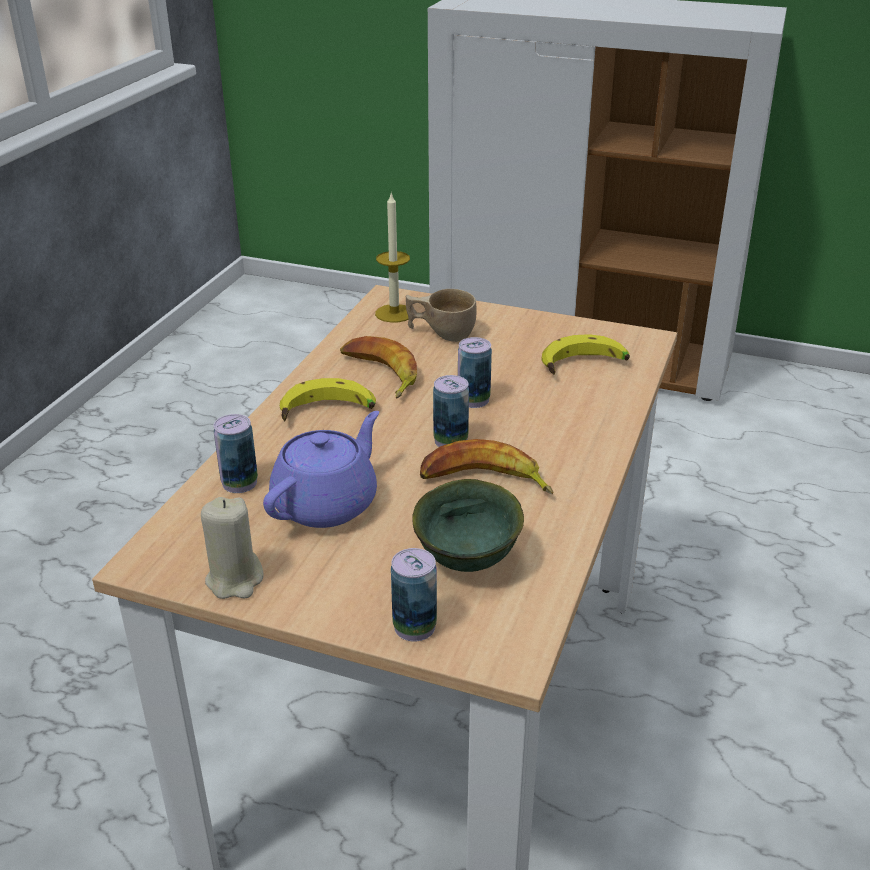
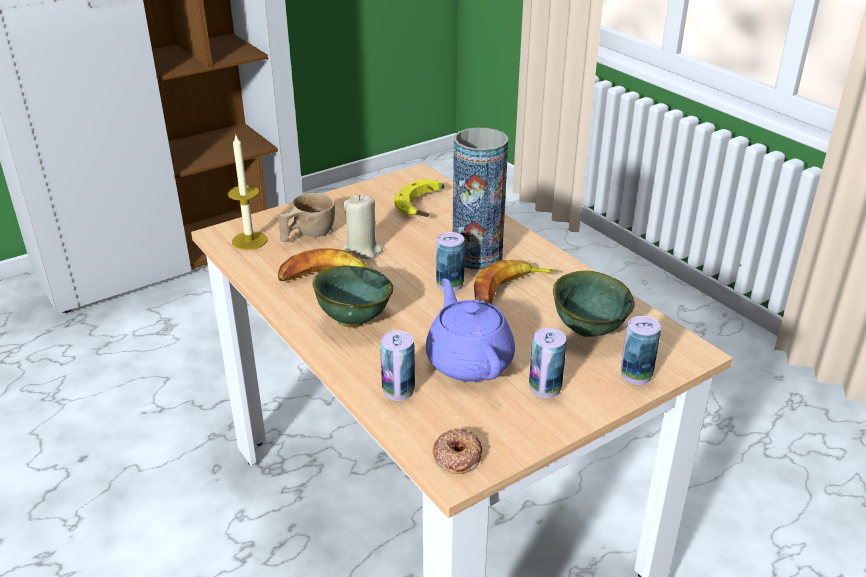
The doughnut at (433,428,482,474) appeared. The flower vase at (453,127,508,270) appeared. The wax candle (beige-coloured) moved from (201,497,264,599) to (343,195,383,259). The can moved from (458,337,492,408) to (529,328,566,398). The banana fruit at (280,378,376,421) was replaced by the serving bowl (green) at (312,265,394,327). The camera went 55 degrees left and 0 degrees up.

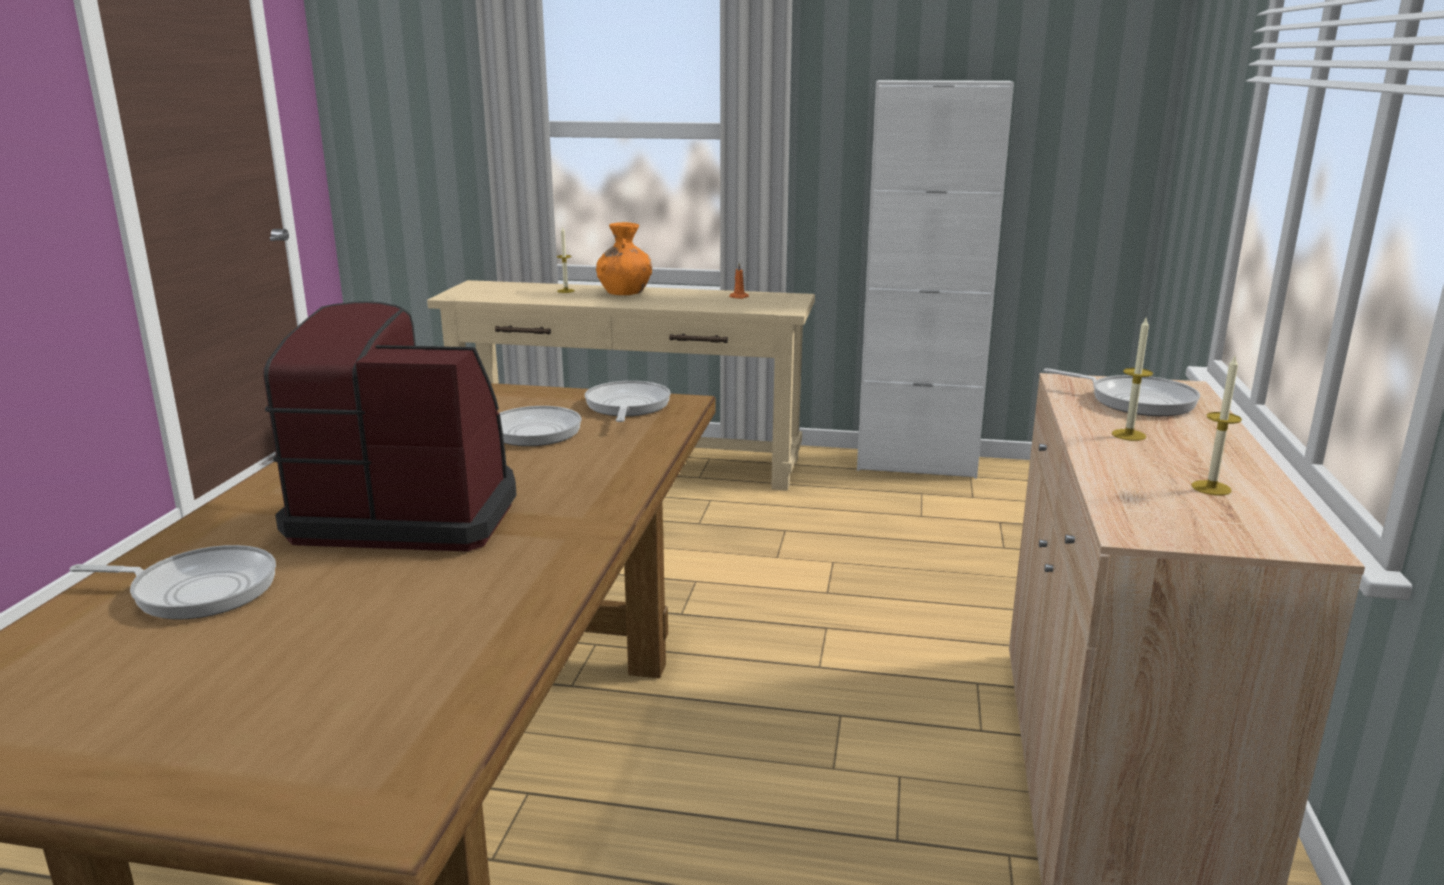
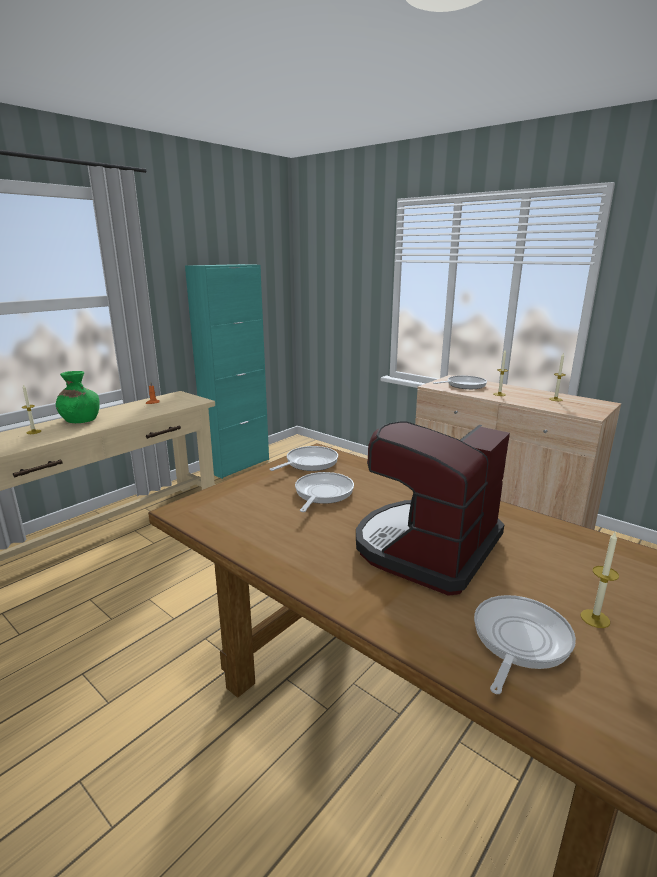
The wax candle at (581,532,619,628) appeared. The flower vase (orangey) at (596,222,652,295) became the flower vase (green) at (56,371,100,423). The cupboard (whitish) at (857,80,1014,479) became the cupboard (blue-green) at (185,264,269,479). The frying pan at (585,381,671,422) turned 105 degrees clockwise. The camera went 60 degrees left and 0 degrees up.

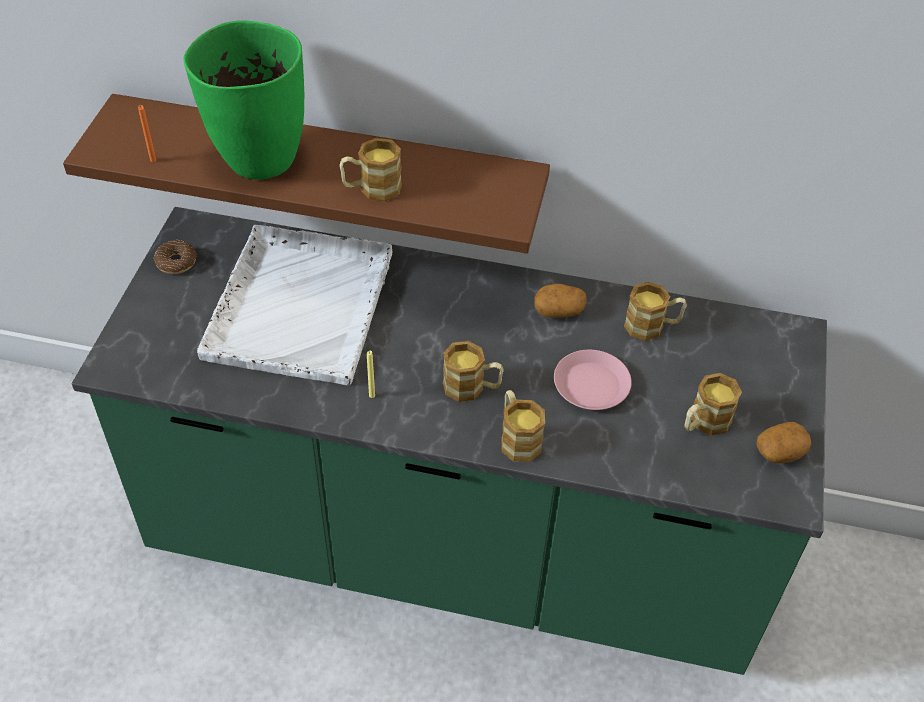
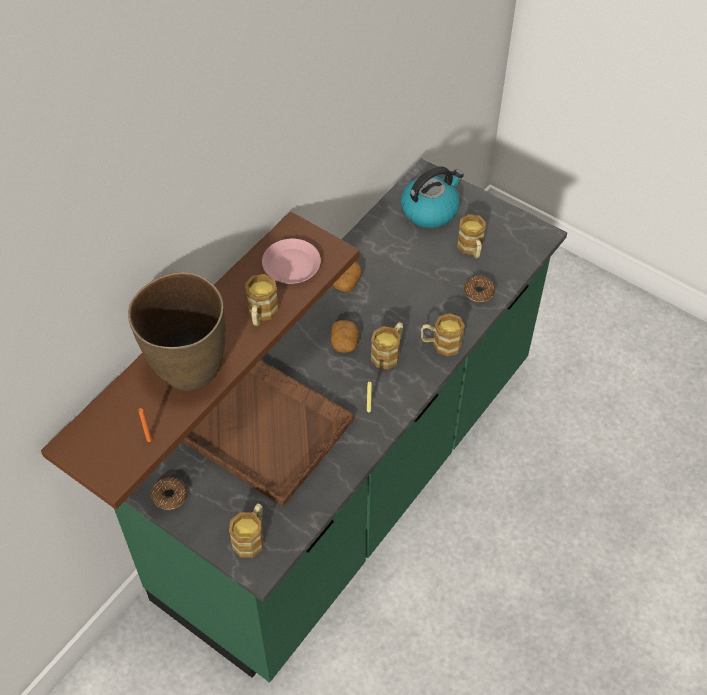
The tea kettle at (401,166,464,228) appeared. The doughnut at (464,275,495,302) appeared. The dinner plate (pink-coloured) moved from (554,350,632,410) to (262,239,321,284). The coffee mug moved from (624,282,687,341) to (229,503,264,558). The spud moved from (756,422,812,463) to (331,320,359,353). The flower vase (green) at (184,20,304,180) became the flower vase (brown-coloured) at (128,272,226,391). The carrying tray (whitish) at (197,225,392,386) became the carrying tray (brown-coloured) at (182,360,354,506). The camera went 65 degrees left and 5 degrees up.

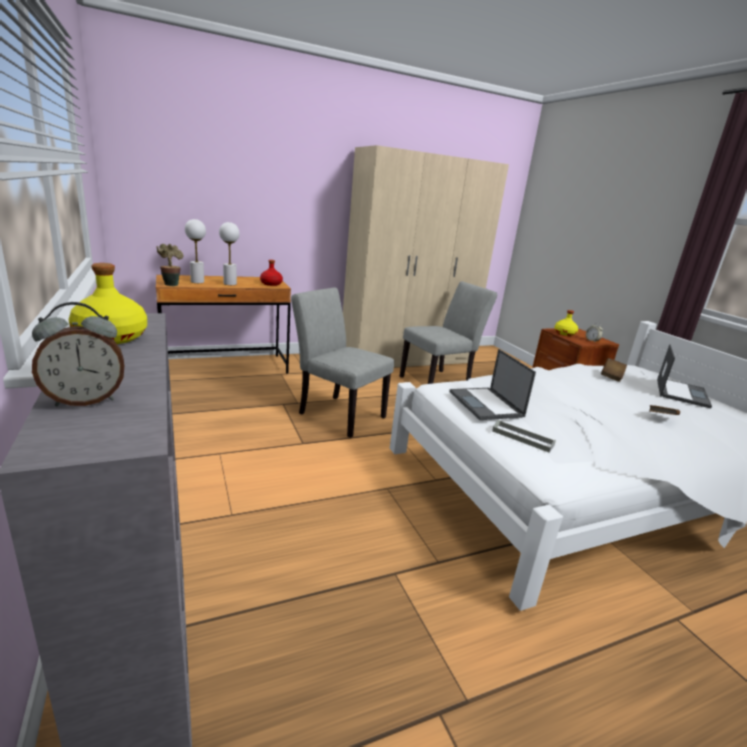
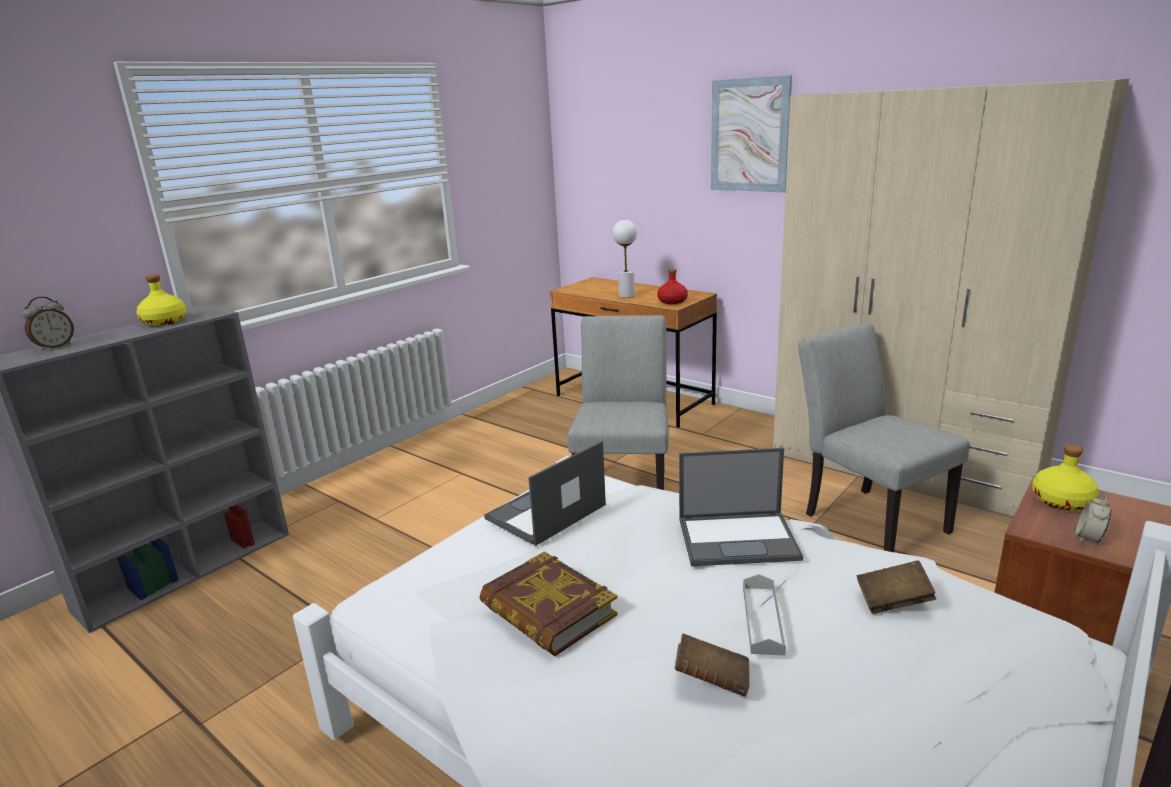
The potted plant at (156,244,184,286) disappeared. The table lamp (whitish) at (185,219,206,283) disappeared. The volume at (480,551,617,656) appeared. The wall picture at (711,75,792,192) appeared. The carrying tray (gray) moved from (492,419,556,452) to (743,574,786,655). The portable computer moved from (657,344,712,408) to (679,448,803,566). The alarm clock at (32,302,124,406) turned 90 degrees counterclockwise. The plain chair (gray) at (400,281,497,384) turned 150 degrees counterclockwise. The camera went 65 degrees right and 0 degrees up.

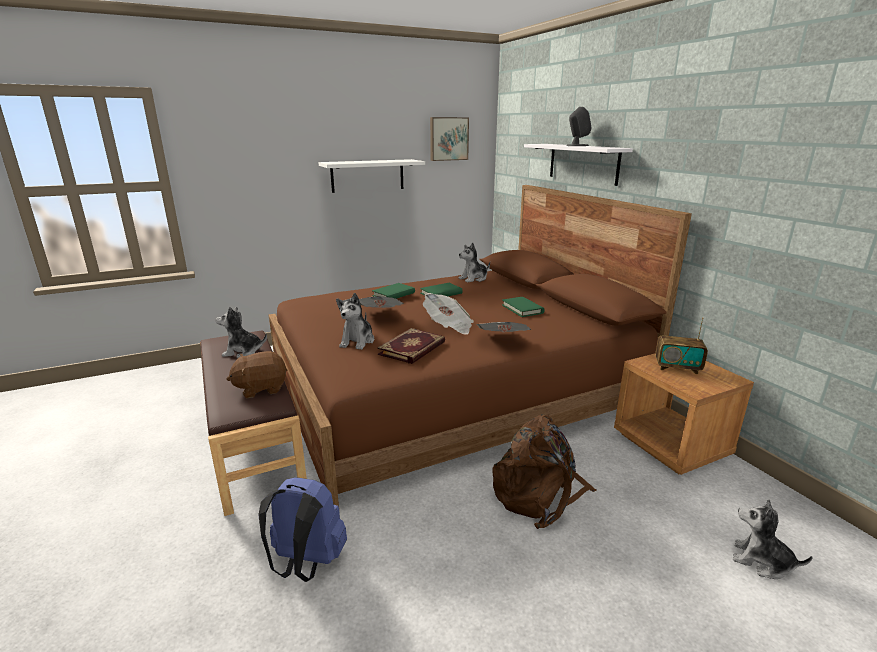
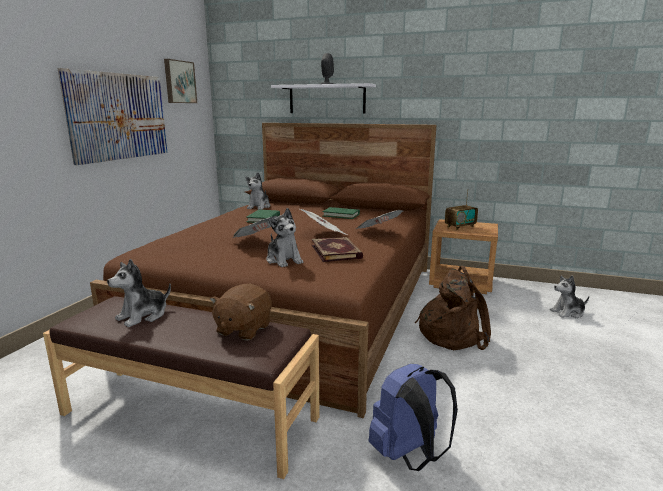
The volume (green) at (372,283,415,299) disappeared. The shelf (whitish) at (318,159,425,193) was replaced by the wall picture at (58,68,167,165). The camera went 45 degrees left and 5 degrees down.

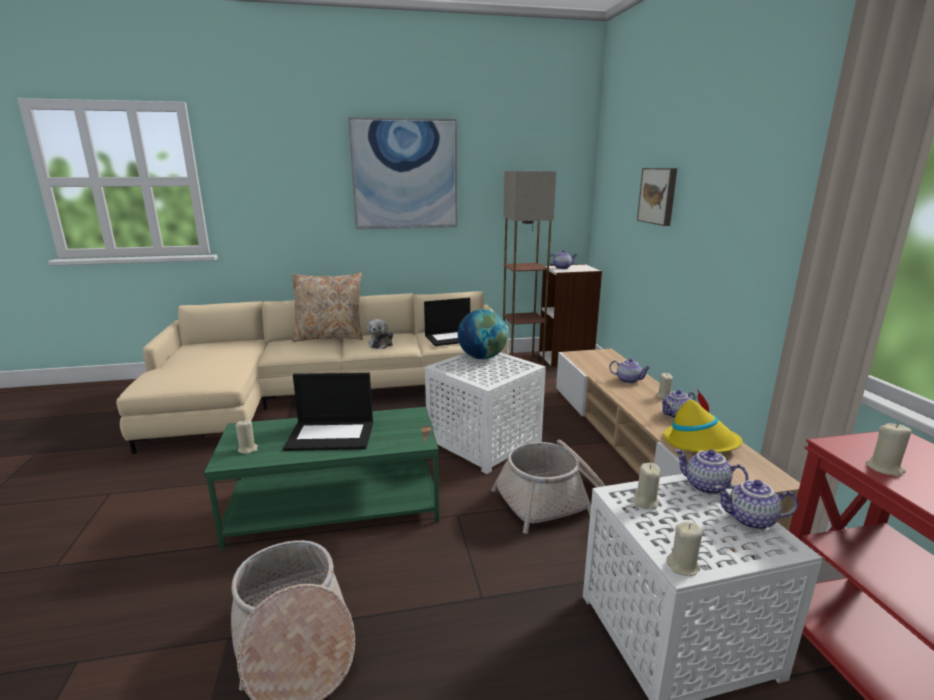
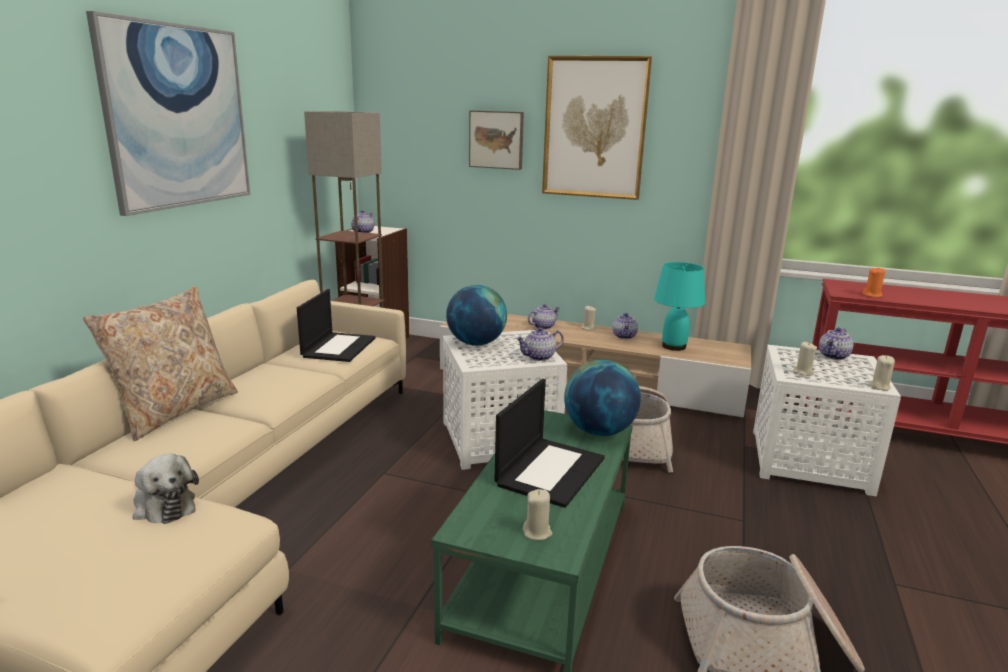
The wall picture at (542,56,652,200) appeared. The desk globe at (564,360,641,436) appeared. The plush toy moved from (367,319,393,349) to (133,454,199,524). The tea pot moved from (674,449,749,495) to (516,327,564,361). The hat (yellowish) at (663,389,743,453) was replaced by the table lamp (blue-green) at (654,262,705,351). The wax candle (beige-coloured) at (866,423,912,477) became the wax candle (orangey) at (862,267,885,297). The camera went 60 degrees left and 0 degrees up.

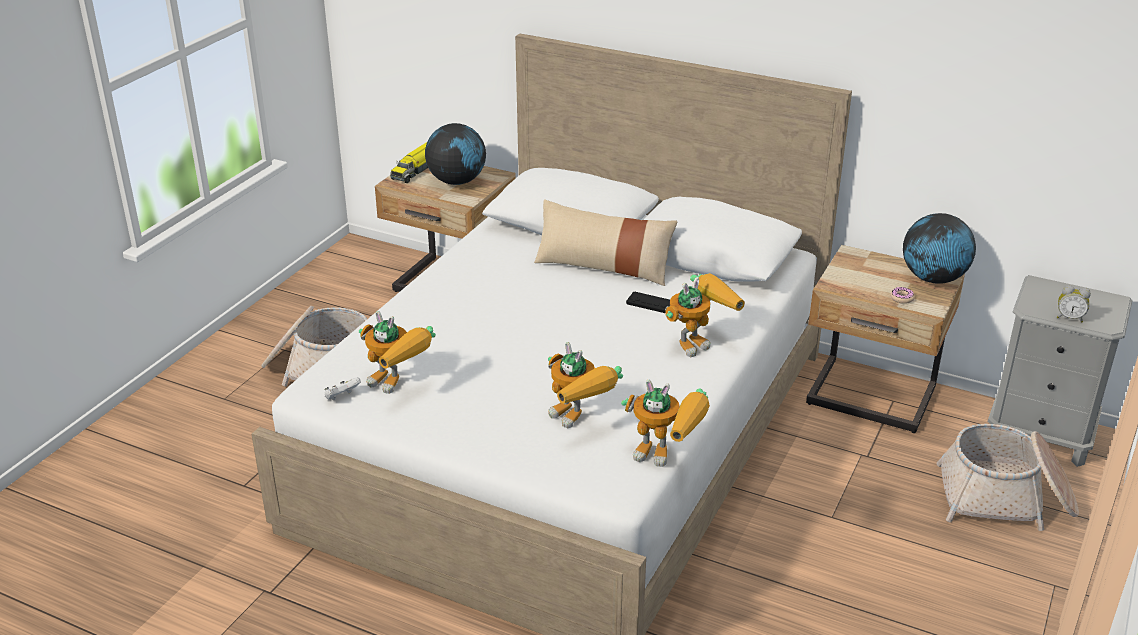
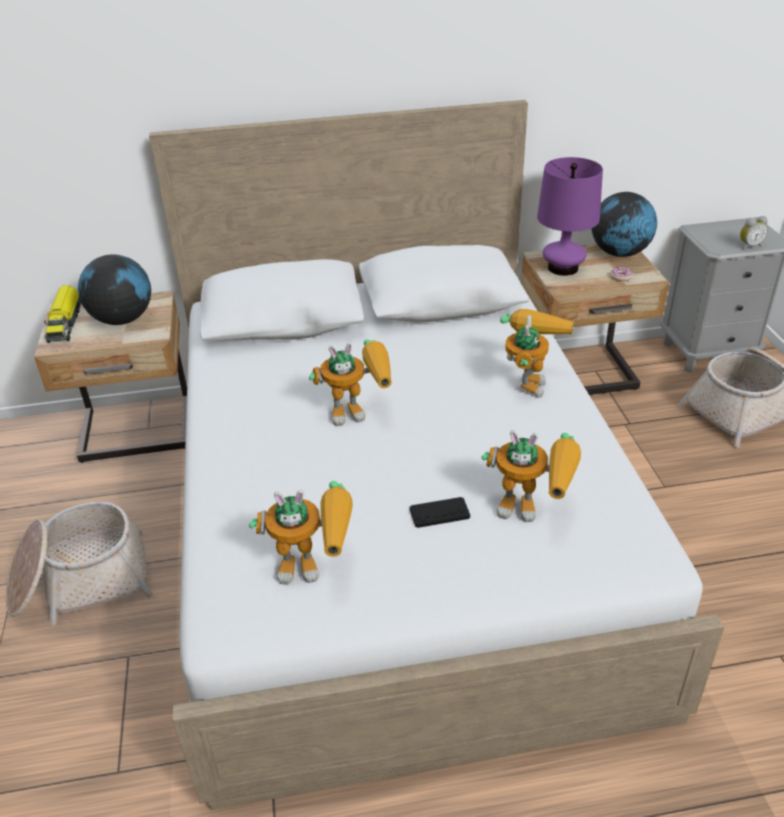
The joypad (whitish) at (324,377,361,400) disappeared. The throw pillow (beige-coloured) at (534,199,678,286) disappeared. The table lamp (purple-coloured) at (537,157,603,276) appeared. The model robot moved from (621,379,710,467) to (309,339,392,426). The joypad (black-coloured) moved from (626,292,670,313) to (410,497,470,528). The camera went 35 degrees left and 5 degrees up.

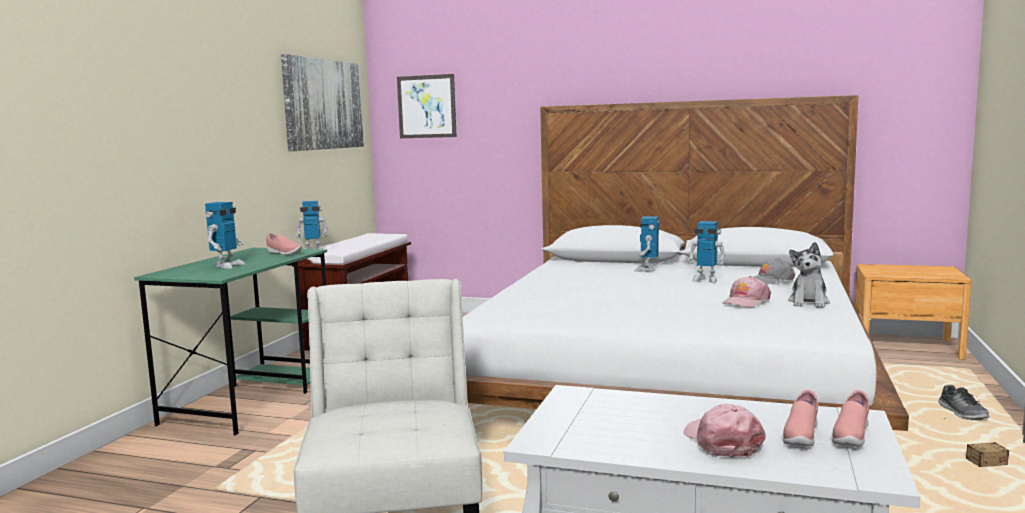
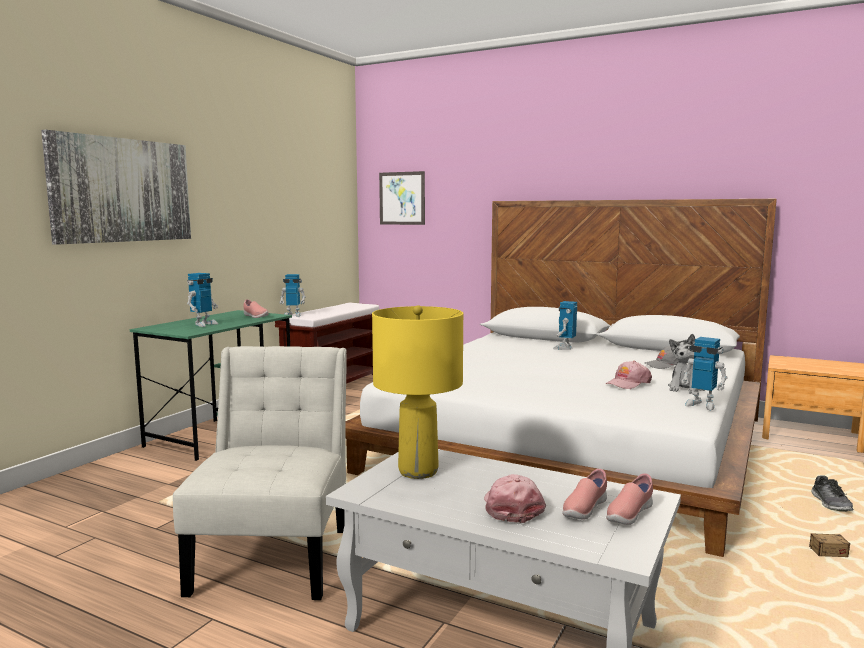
The table lamp (yellowish) at (372,305,463,479) appeared. The wall picture moved from (281,54,364,151) to (41,130,191,245). The model robot moved from (687,221,726,283) to (681,337,728,410). The camera went 10 degrees right and 0 degrees up.

